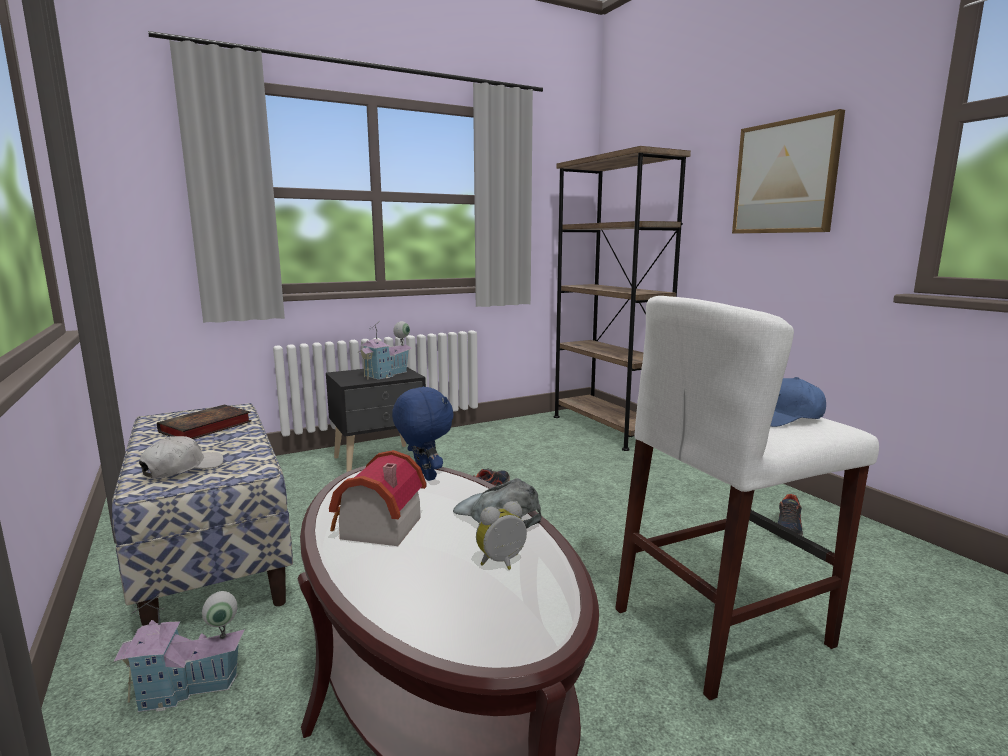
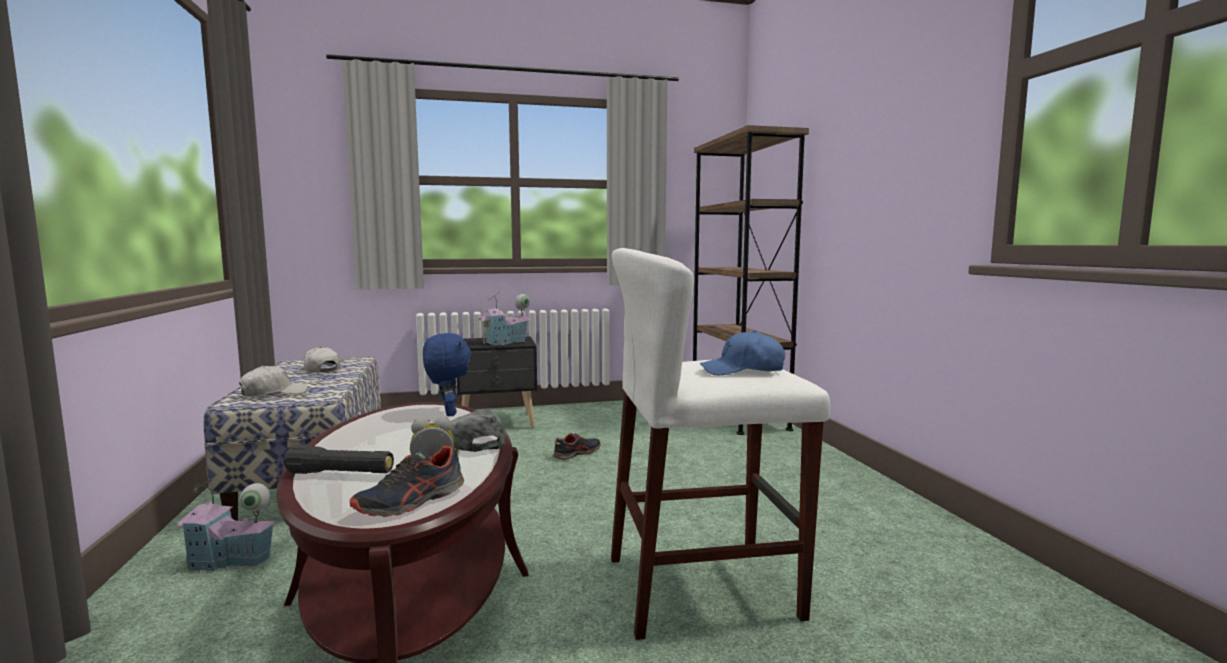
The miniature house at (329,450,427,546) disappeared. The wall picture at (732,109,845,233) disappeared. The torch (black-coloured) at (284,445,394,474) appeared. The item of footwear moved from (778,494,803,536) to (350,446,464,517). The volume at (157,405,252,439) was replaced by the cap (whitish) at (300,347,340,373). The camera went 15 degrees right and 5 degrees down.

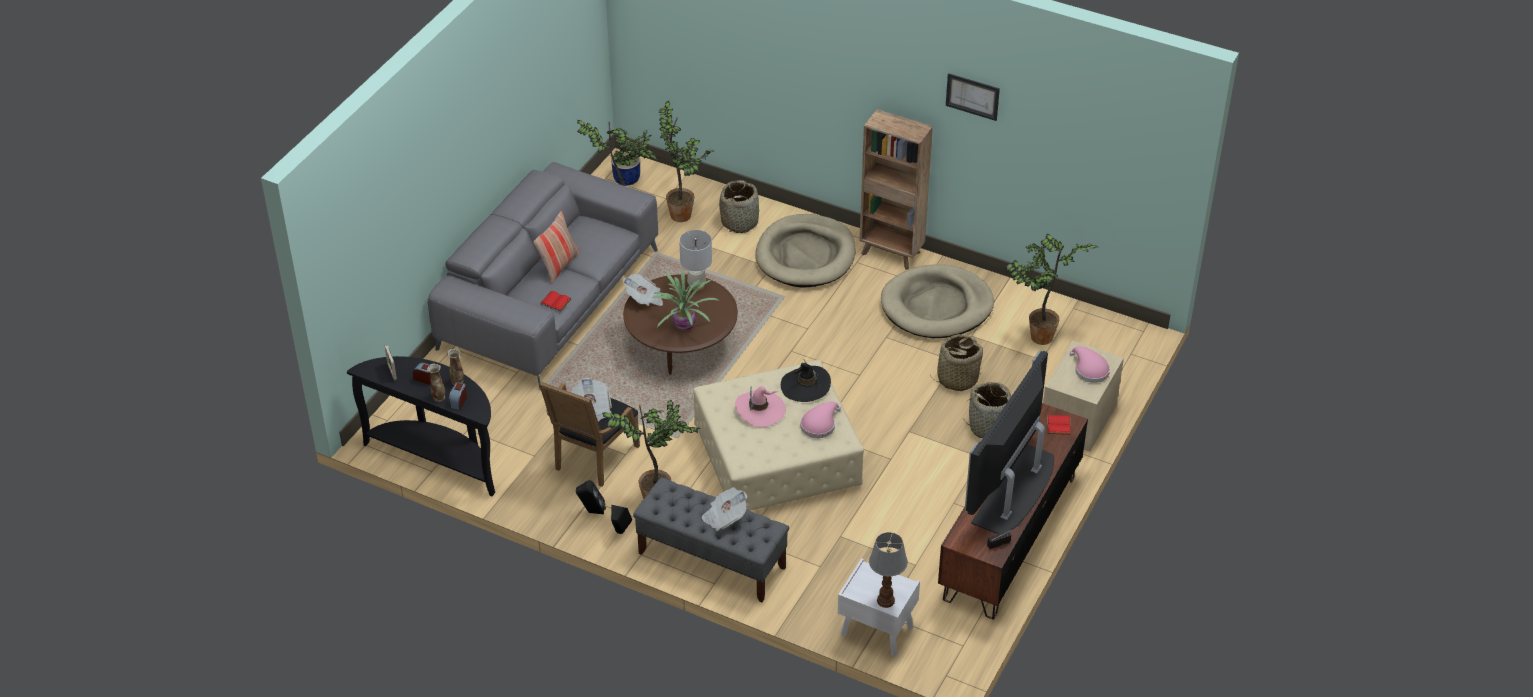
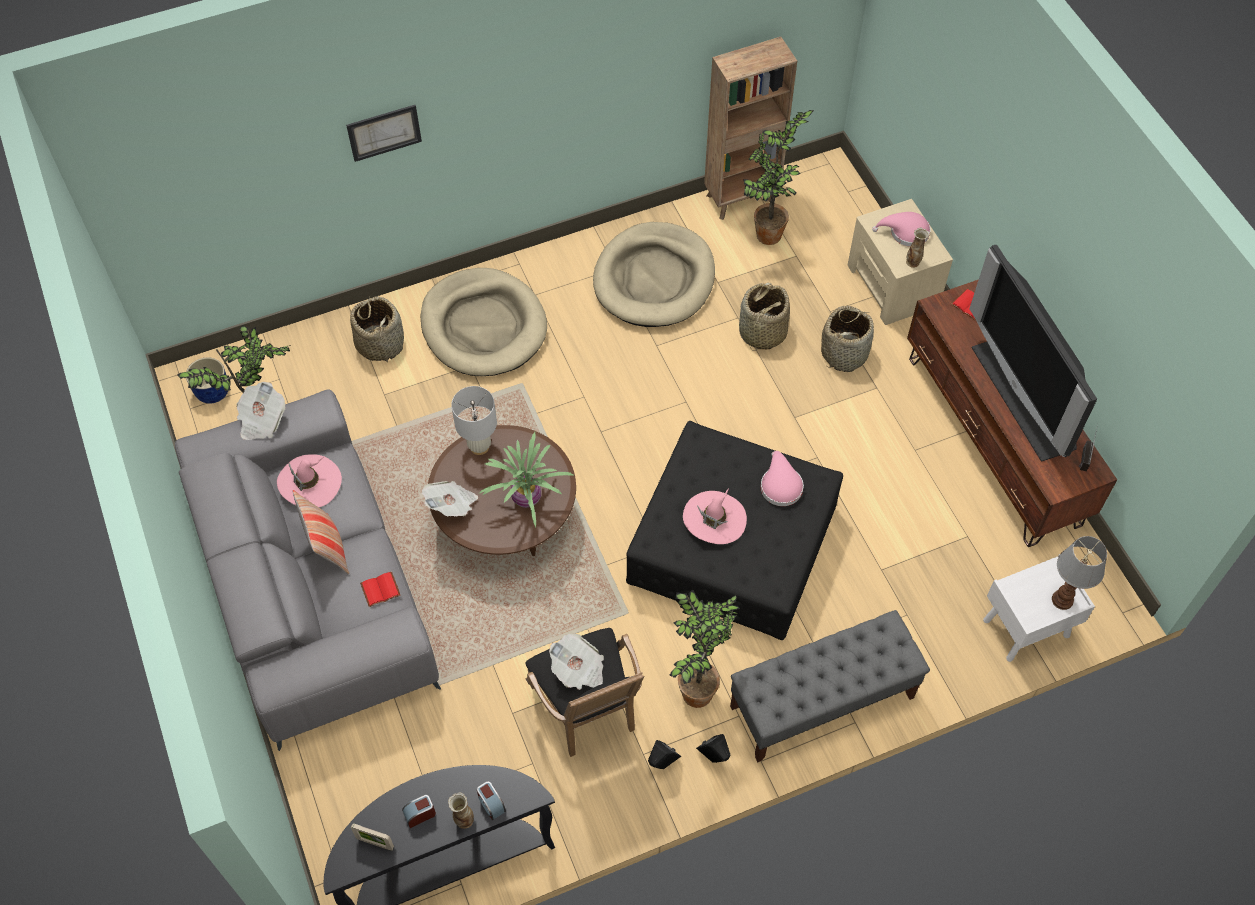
The potted plant at (658,100,714,222) disappeared. The hat (black-coloured) at (781,360,831,402) disappeared. The hat (pink-coloured) at (277,454,342,507) appeared. The flower vase moved from (447,349,464,385) to (906,228,929,268). The printed paper moved from (702,488,748,531) to (236,382,285,440). The shelving unit (brown-coloured) moved from (860,109,933,270) to (704,37,797,220). The wall picture moved from (946,73,1000,121) to (346,105,422,162). The pouffe (beige-coloured) at (693,360,864,511) became the pouffe (black-coloured) at (626,421,843,640). The camera went 50 degrees left and 15 degrees up.

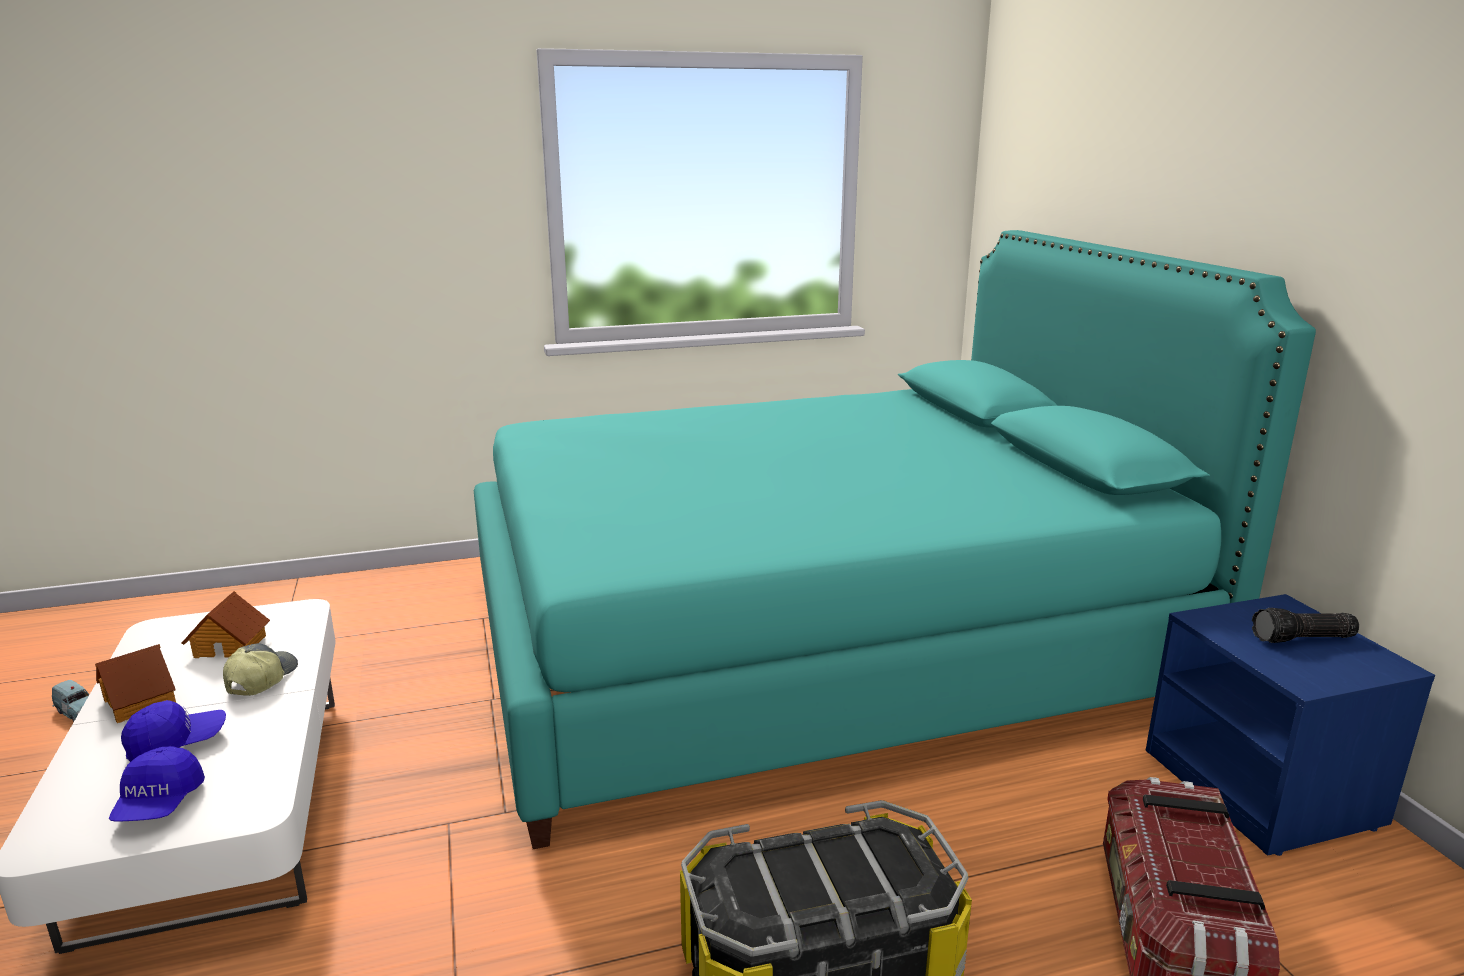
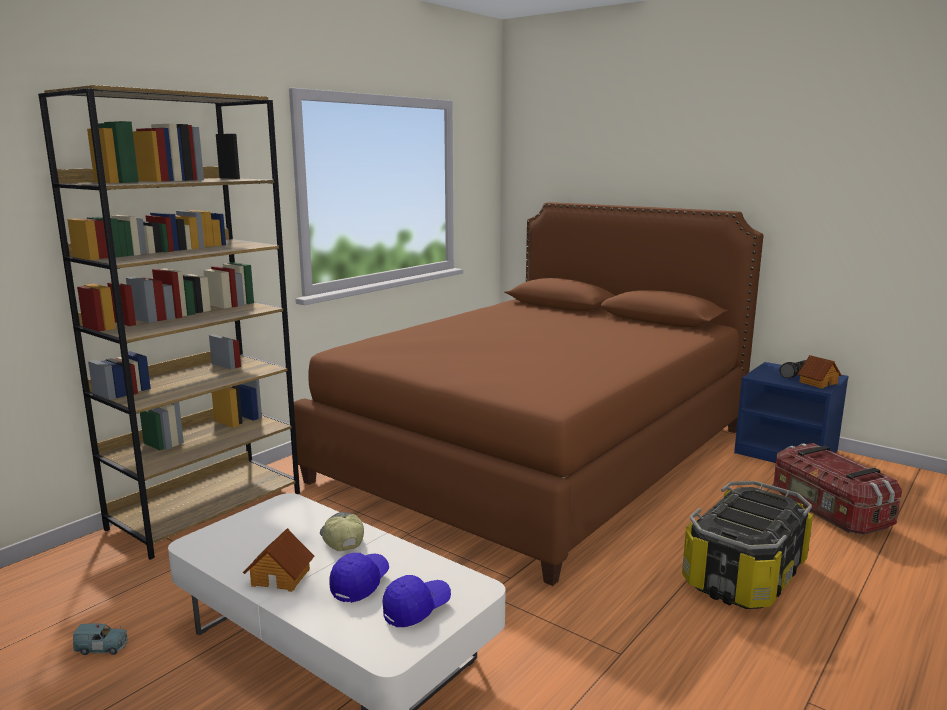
The shelving unit (brown-coloured) at (38,85,300,560) appeared. The miniature house moved from (182,591,270,658) to (798,355,841,389). The bed (blue-green) at (474,230,1316,849) became the bed (brown-coloured) at (294,202,764,586). The cap (blue) at (109,746,205,821) turned 90 degrees counterclockwise. The camera went 35 degrees left and 5 degrees down.

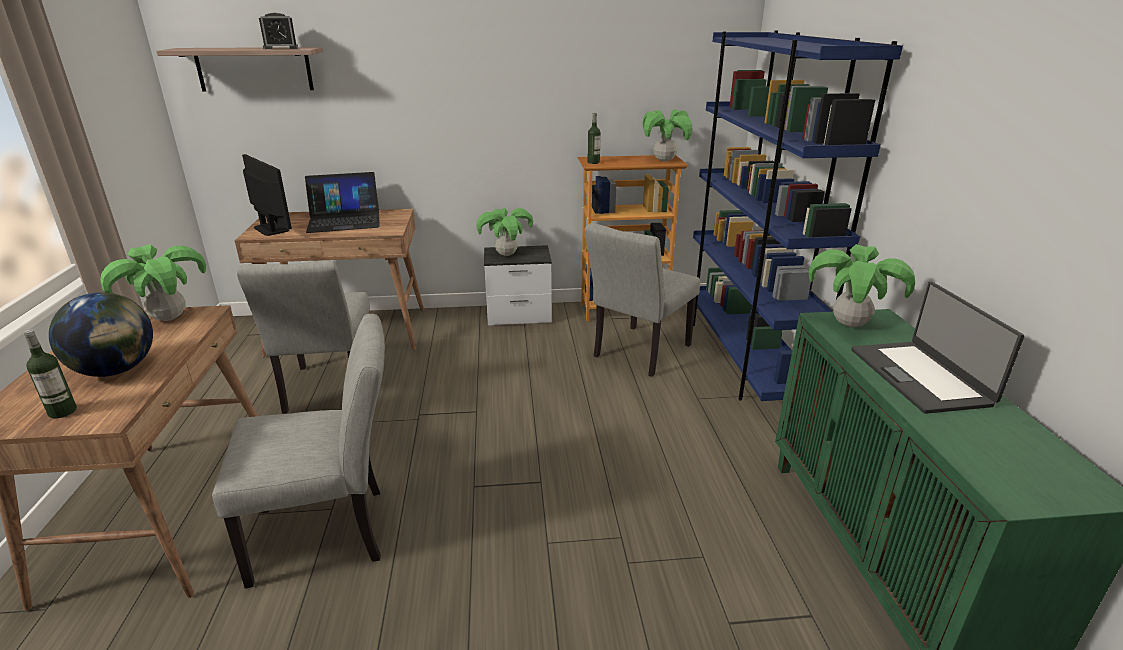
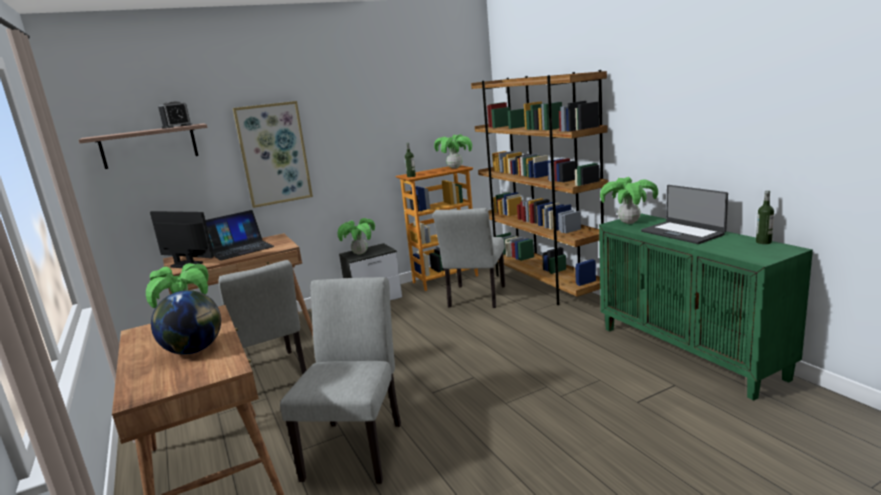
The wall picture at (233,101,313,208) appeared. The bottle moved from (23,330,77,419) to (756,190,774,244). The shelving unit (blue) at (693,30,903,401) became the shelving unit (brown-coloured) at (471,70,608,305). The plain chair (gray) at (212,314,385,589) turned 45 degrees counterclockwise. The camera went 20 degrees left and 10 degrees down.

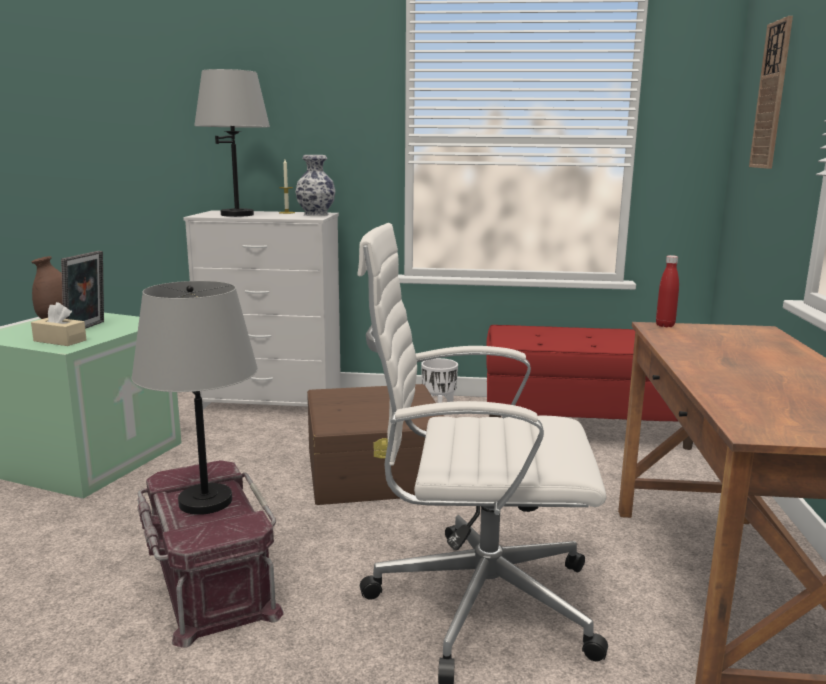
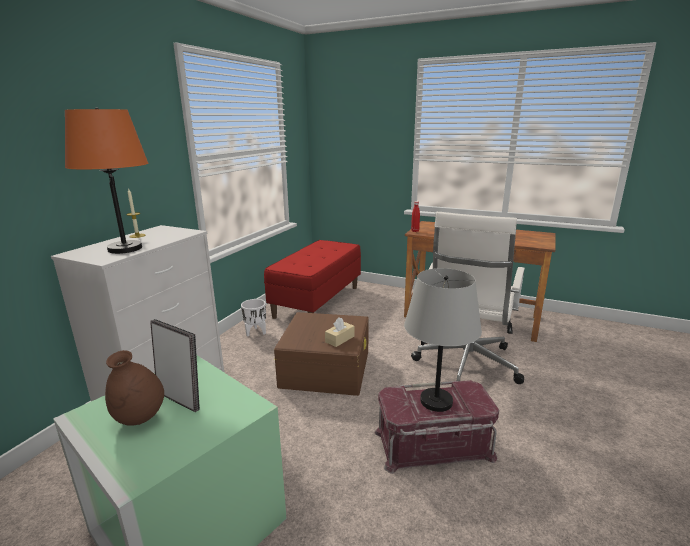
The flower vase at (295,155,336,216) disappeared. The clock on the wall at (749,16,793,169) disappeared. The tissue box (beige-coloured) moved from (31,302,87,346) to (325,317,354,347). The table lamp (gray) at (194,69,270,217) became the table lamp (orangey) at (65,108,148,254). The camera went 70 degrees left and 5 degrees up.

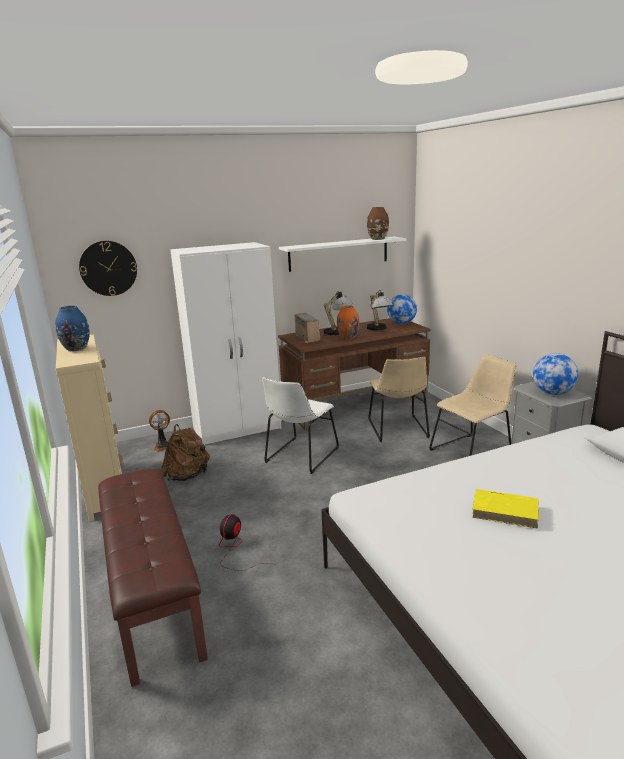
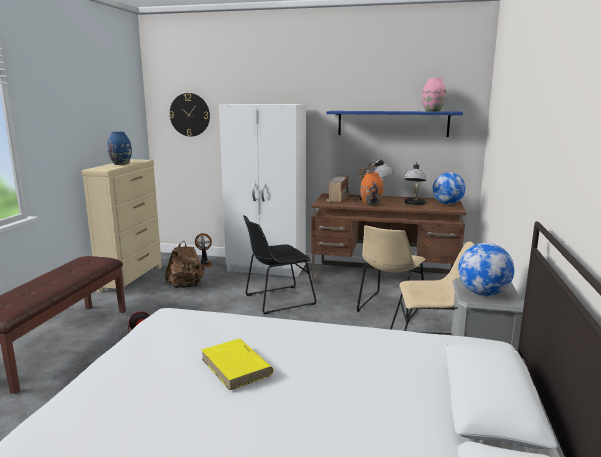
The plain chair (whitish) at (262,377,339,474) became the plain chair (black-coloured) at (243,215,317,315). The shelf (whitish) at (279,237,406,272) became the shelf (blue) at (326,111,463,137). The flower vase (brown-coloured) at (367,207,389,240) became the flower vase (pink-coloured) at (422,78,446,112). The camera went 35 degrees right and 5 degrees down.

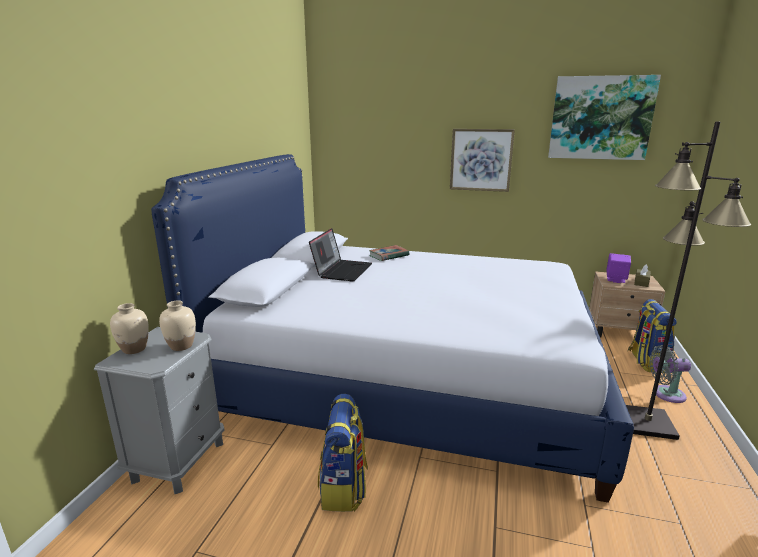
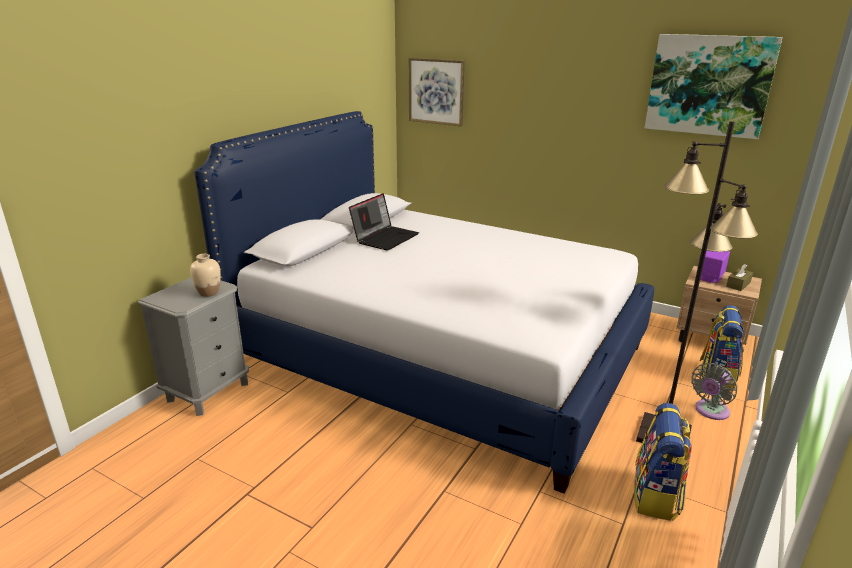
The flower vase (beige-coloured) at (110,303,149,354) disappeared. The volume at (369,245,410,261) disappeared. The rucksack moved from (318,394,368,512) to (634,403,692,521). The wall picture moved from (450,129,515,192) to (408,58,465,126). The fan (gray) at (649,345,691,403) turned 60 degrees counterclockwise. The camera went 15 degrees right and 5 degrees up.

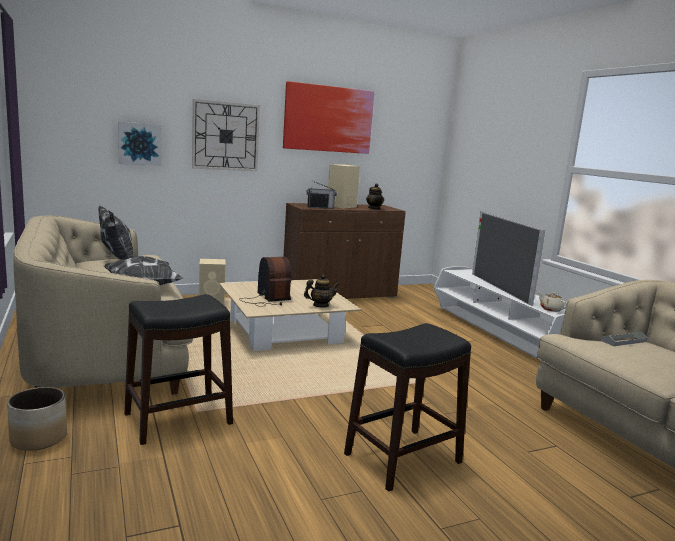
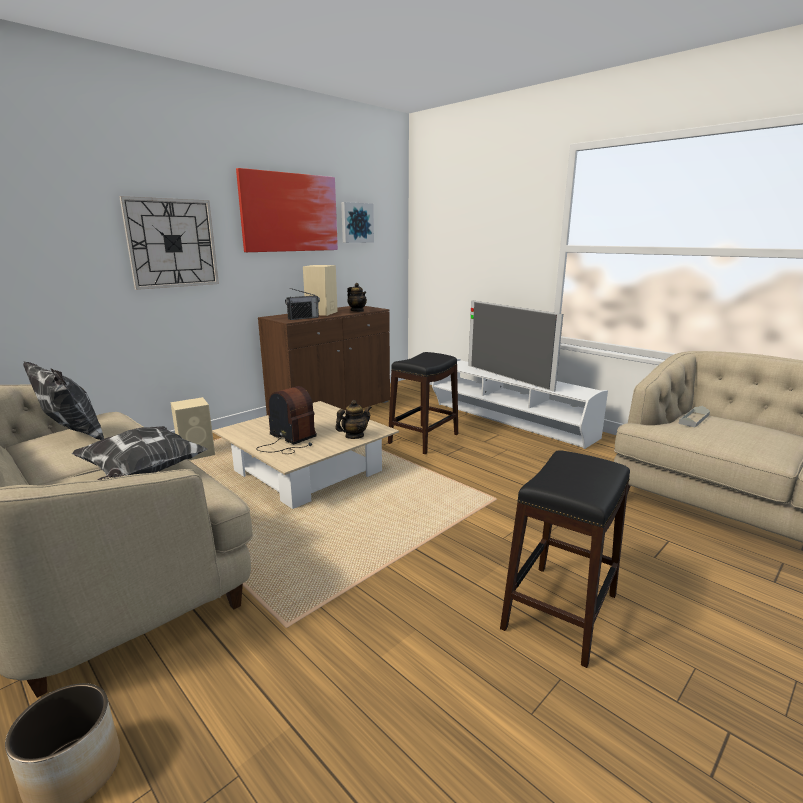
The tea pot (beige-coloured) at (537,291,567,312) disappeared. The wall picture moved from (118,122,162,166) to (341,202,374,243). The stool (black-coloured) moved from (124,294,233,445) to (388,352,458,454). The camera went 20 degrees left and 5 degrees up.

